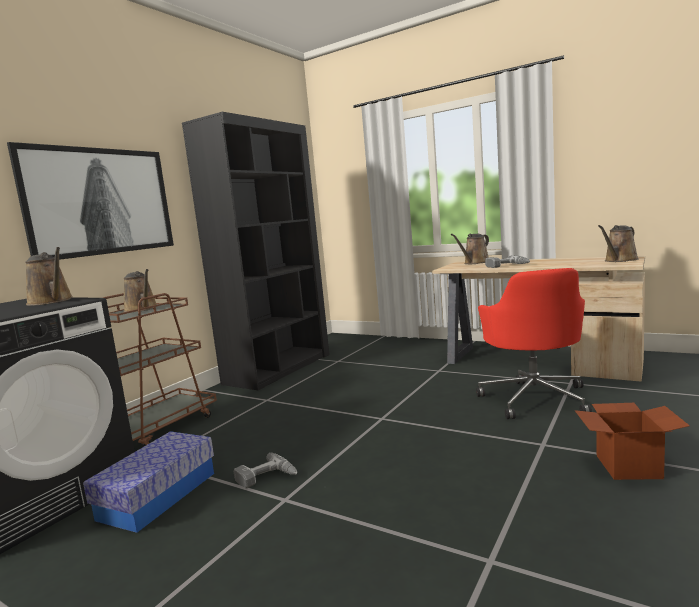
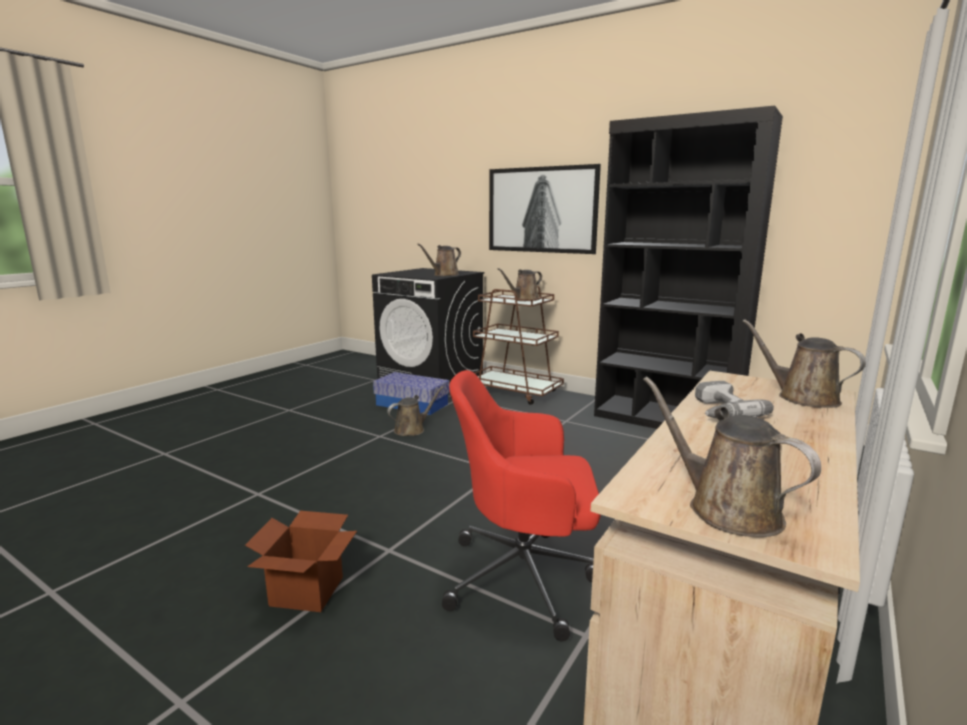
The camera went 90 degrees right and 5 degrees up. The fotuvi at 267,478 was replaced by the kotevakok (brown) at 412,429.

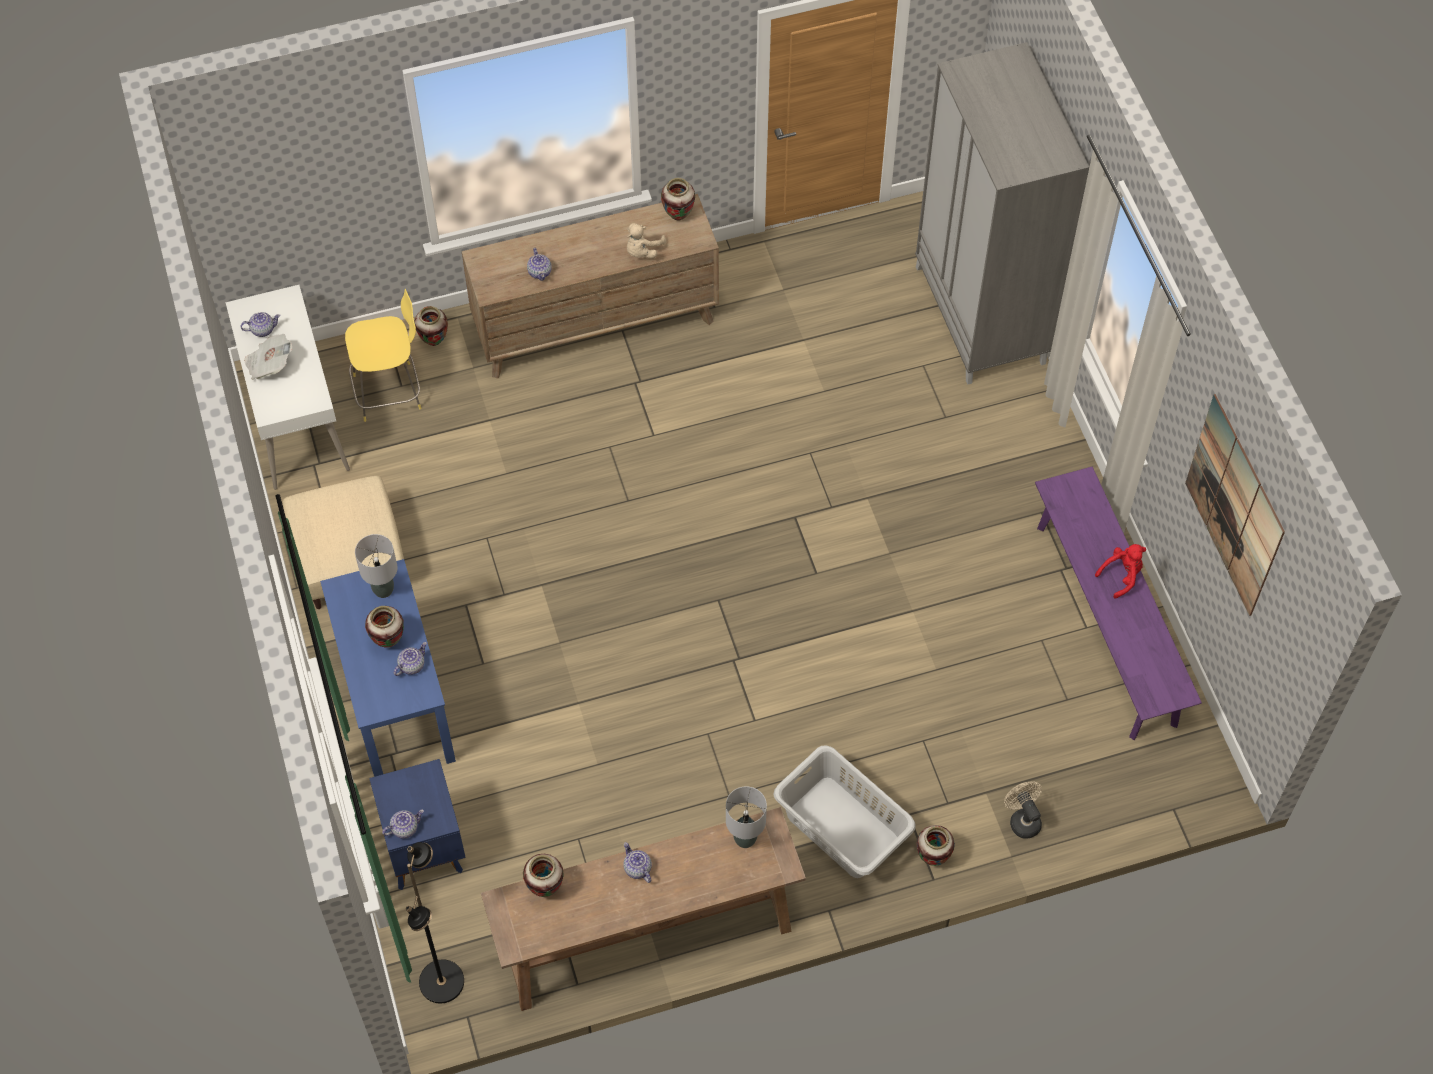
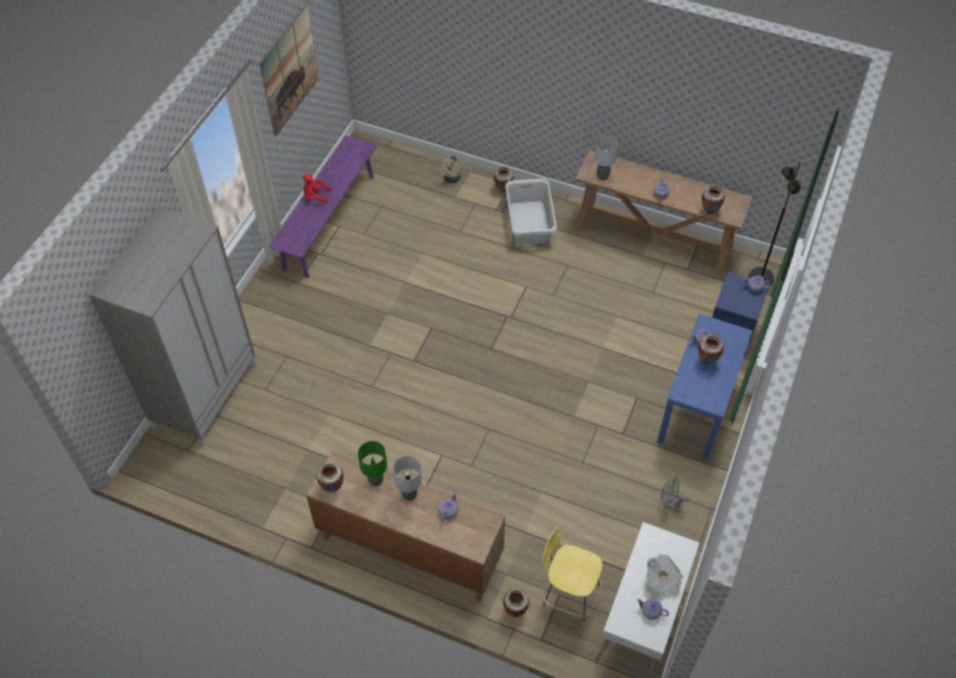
The camera went 140 degrees left and 5 degrees down. The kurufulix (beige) at 642,251 was replaced by the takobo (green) at 376,480. The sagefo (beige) at 349,559 was replaced by the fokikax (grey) at 670,504. The takobo (grey) moved from 383,589 to 409,495.

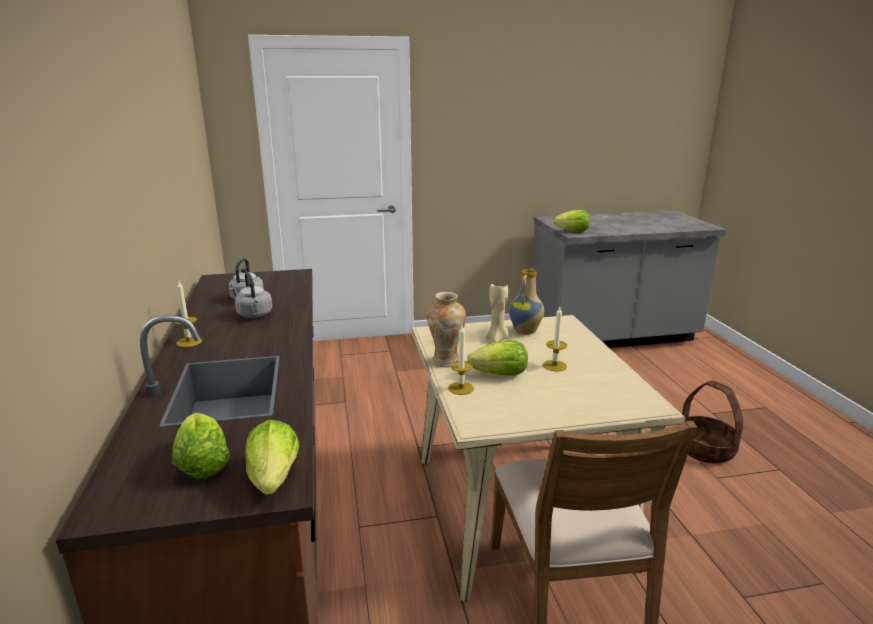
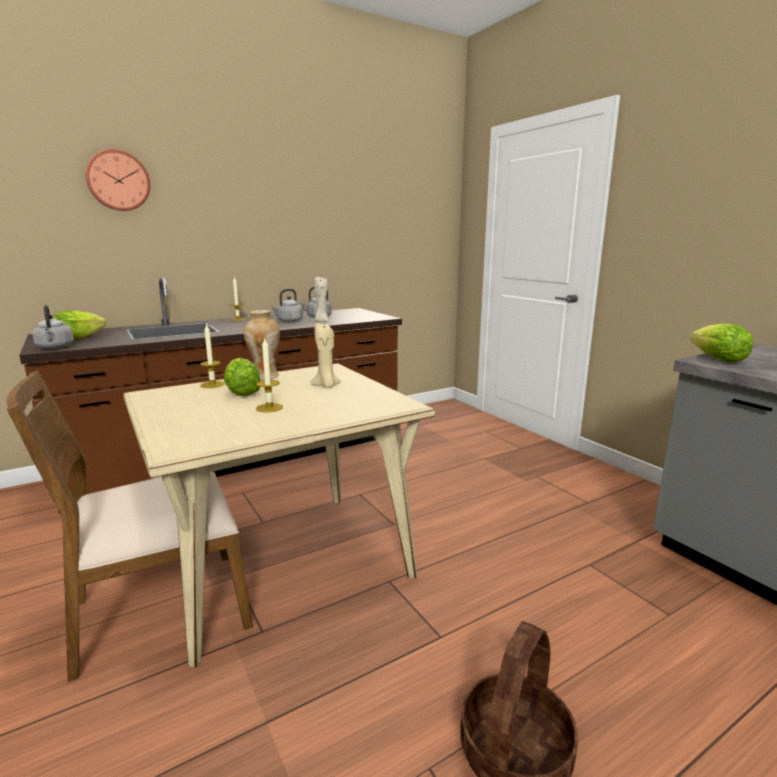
The camera went 70 degrees right and 5 degrees down. The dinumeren at 526,332 disappeared. The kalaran at 274,478 was replaced by the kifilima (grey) at 55,347. The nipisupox at 118,181 appeared. The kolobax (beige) at 321,321 appeared.

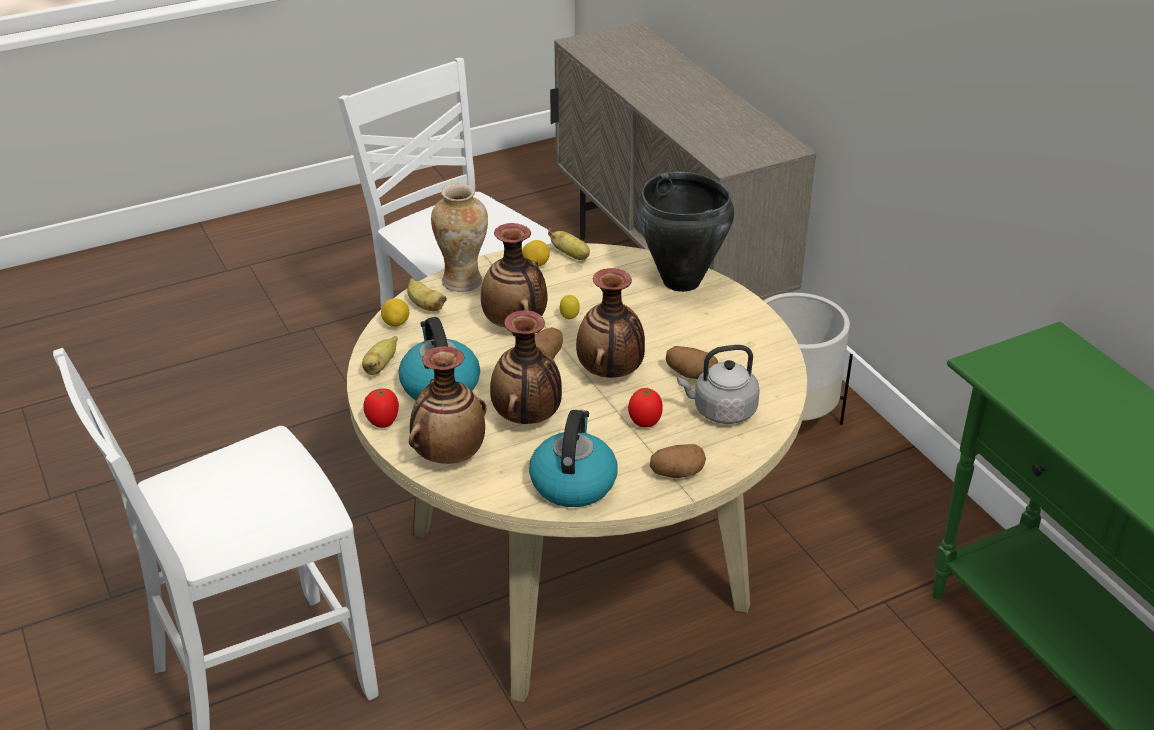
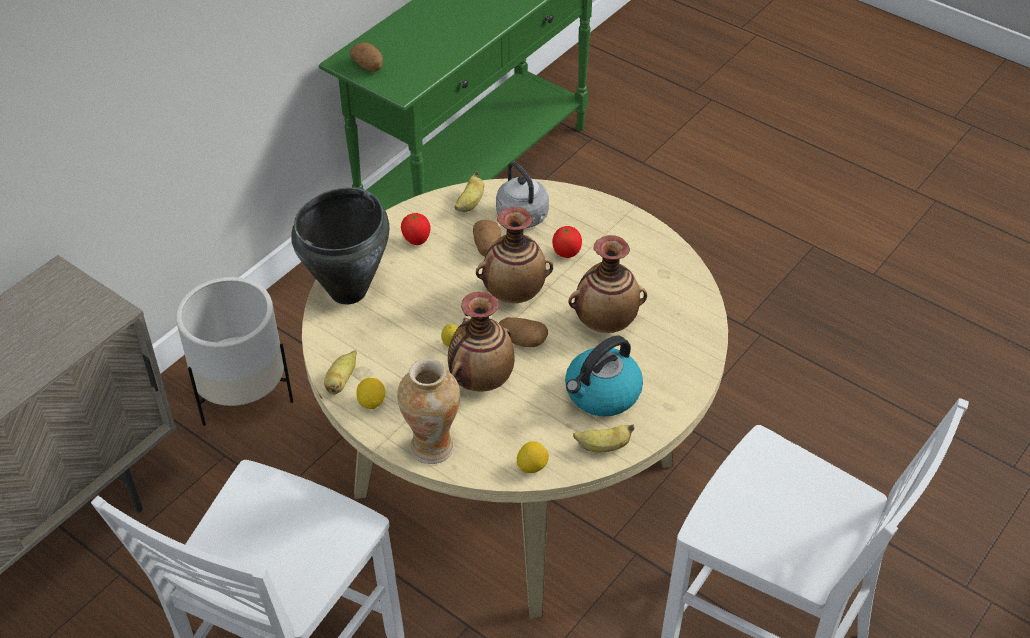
The camera went 115 degrees left and 10 degrees up. The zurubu moved from 425,306 to 470,204. The dinumeren at 449,455 disappeared. The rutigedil moved from 383,423 to 417,241. The kifilima at 573,482 disappeared. The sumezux moved from 677,473 to 368,66.

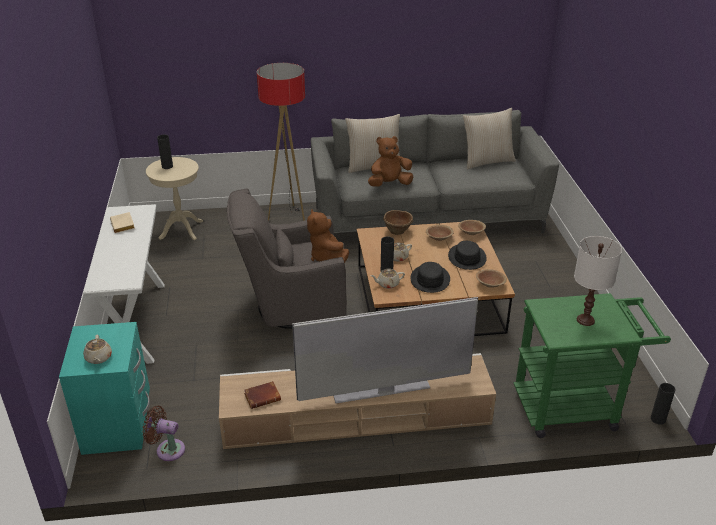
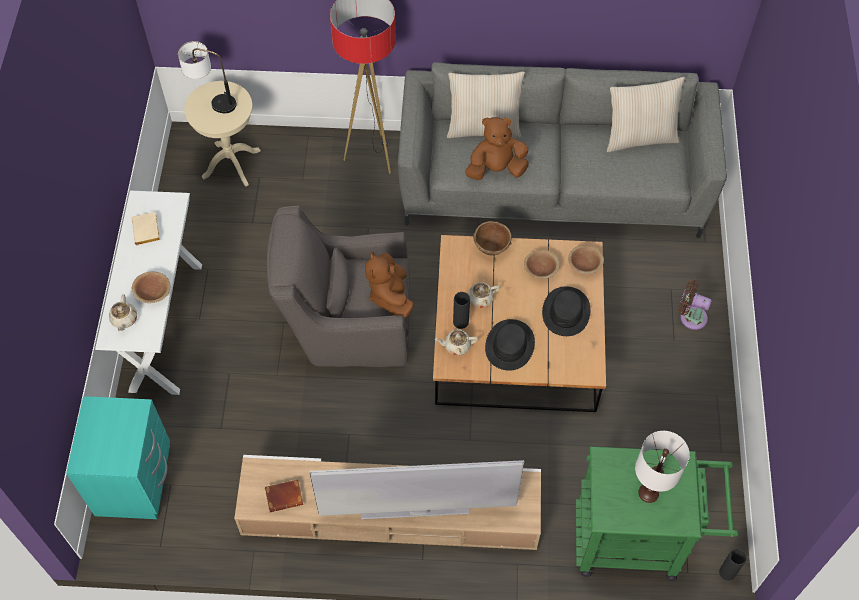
The camera went 10 degrees right and 25 degrees up. The dinumeren (black) at 167,166 was replaced by the takobo at 212,101. The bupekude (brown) moved from 490,284 to 153,292. The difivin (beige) moved from 98,358 to 124,319. The fokikax (brown) moved from 167,449 to 690,316.

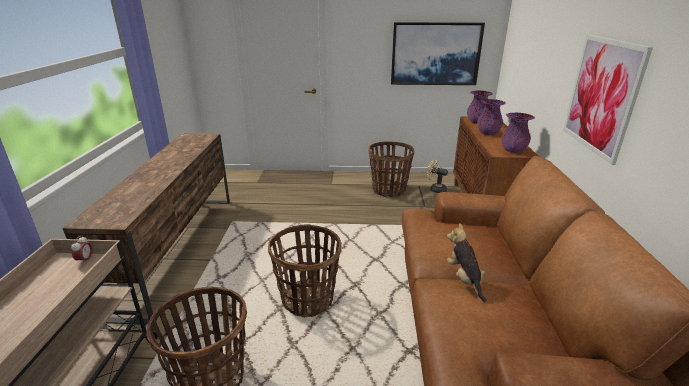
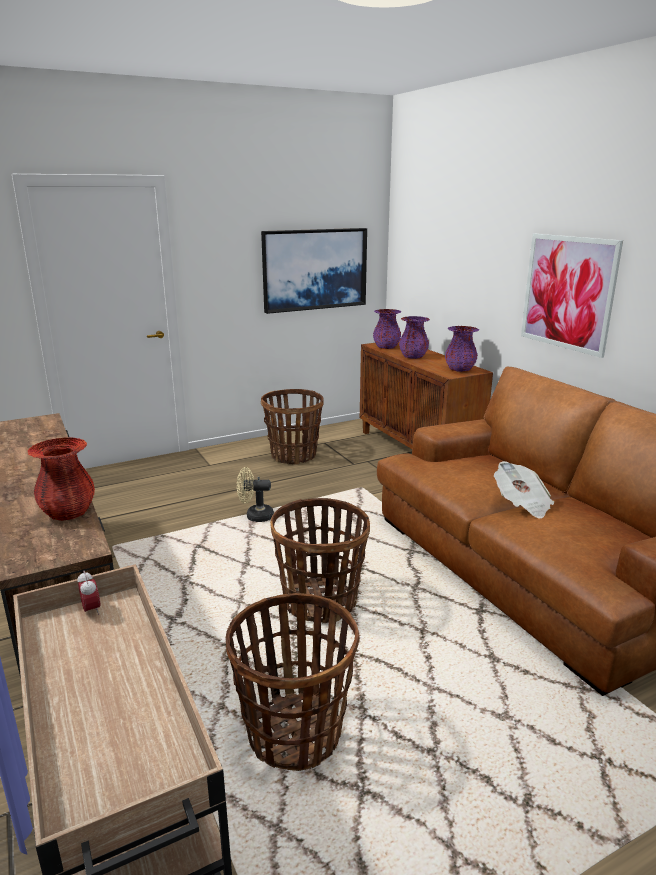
The camera went 30 degrees left and 5 degrees down. The fokikax (beige) moved from 435,189 to 255,516. The kurufulix at 464,279 was replaced by the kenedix at 522,504. The dinumeren (red) at 68,512 appeared.

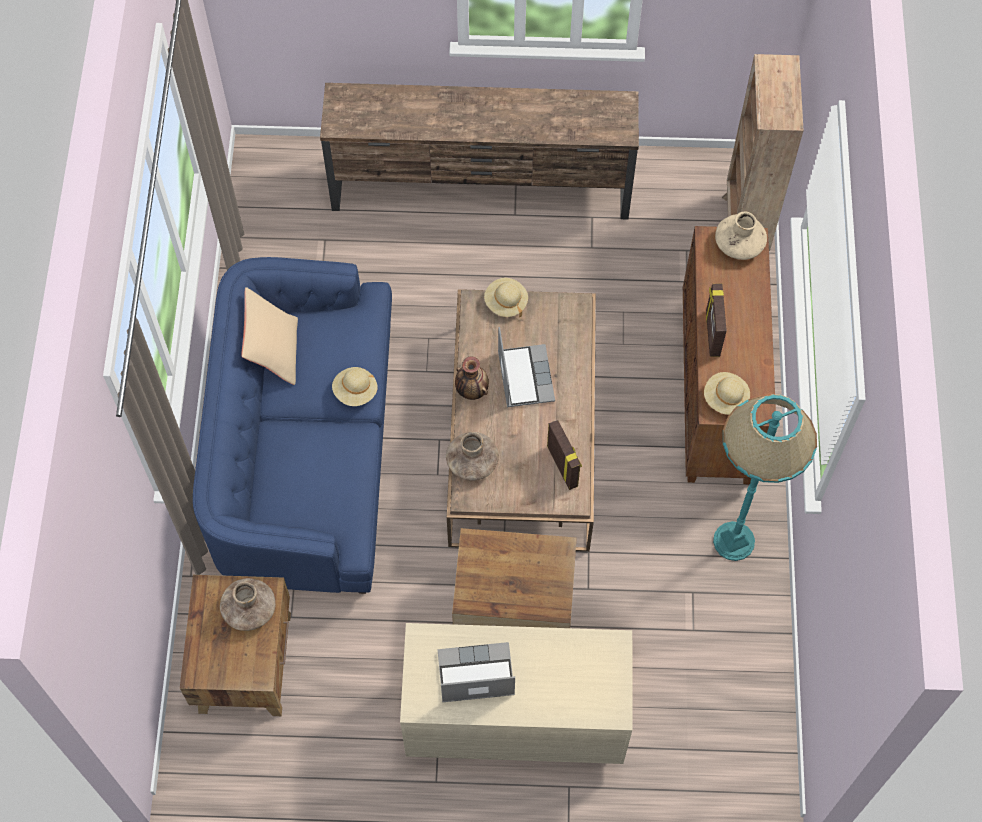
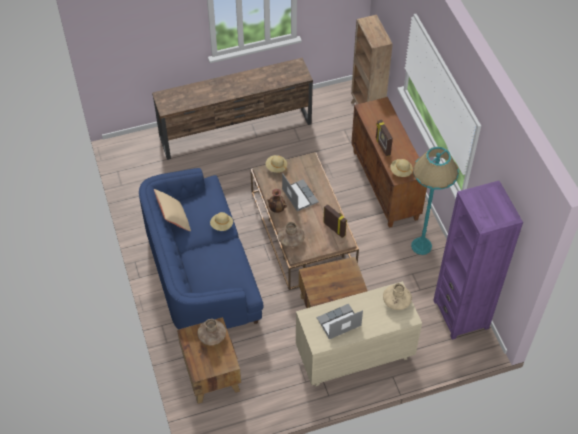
The camera went 20 degrees left and 10 degrees down. The dinumeren (beige) moved from 739,244 to 396,301. The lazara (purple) at 461,314 appeared.

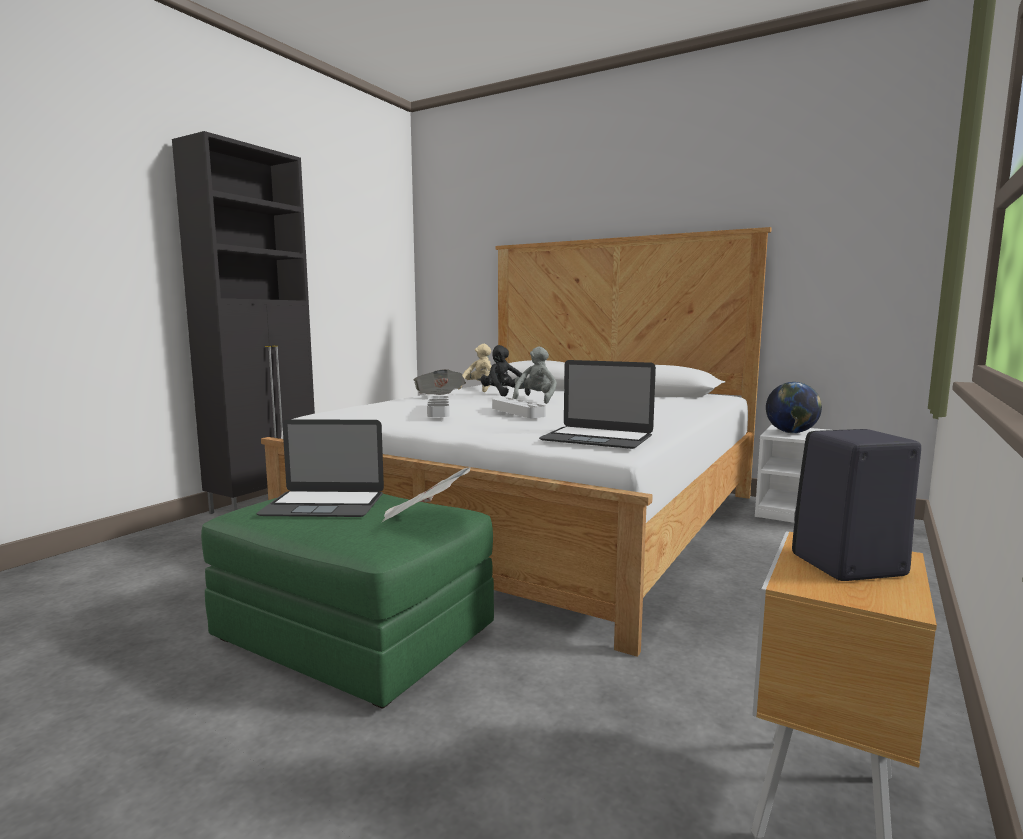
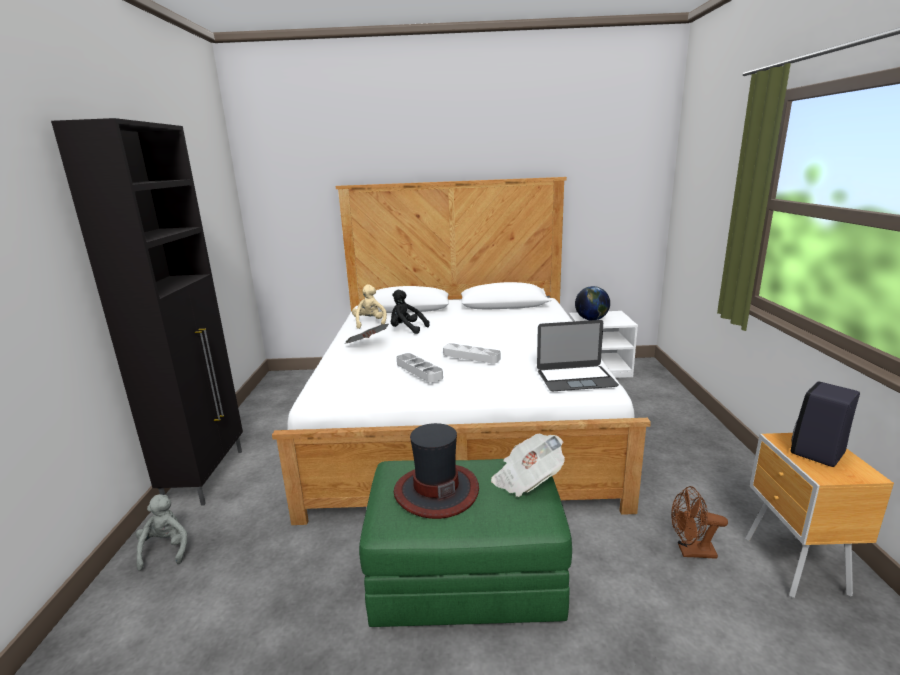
The camera went 30 degrees left and 10 degrees up. The kurufulix (grey) moved from 535,400 to 166,549. The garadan at 324,504 was replaced by the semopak at 436,491. The fokikax (brown) at 690,551 appeared.

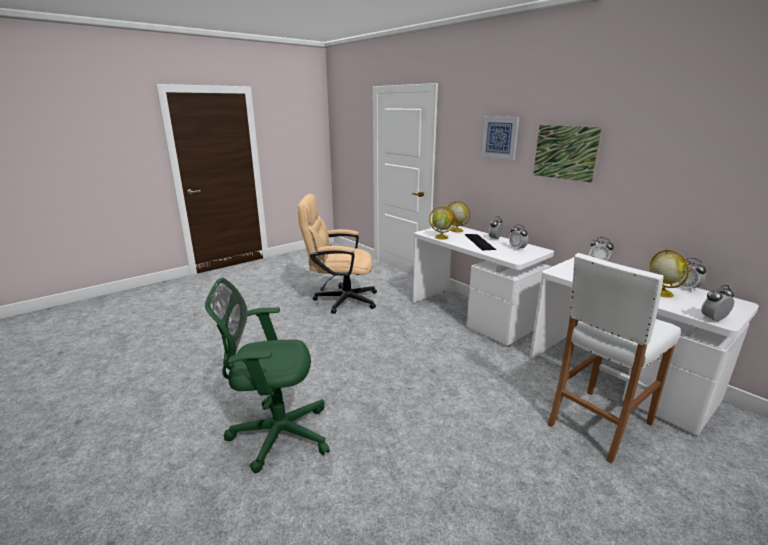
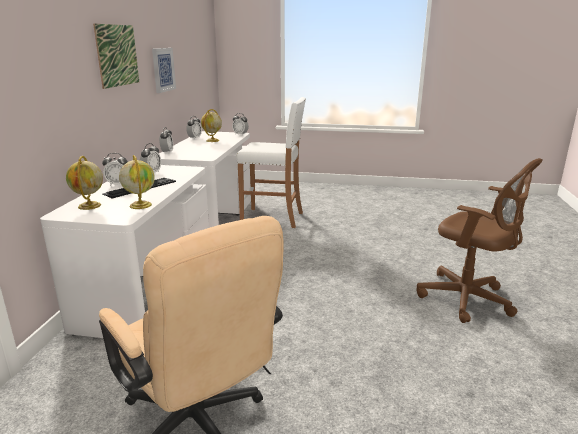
The camera went 130 degrees left and 0 degrees up. The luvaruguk moved from 499,137 to 163,69. The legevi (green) at 275,434 became the legevi (brown) at 468,300.

